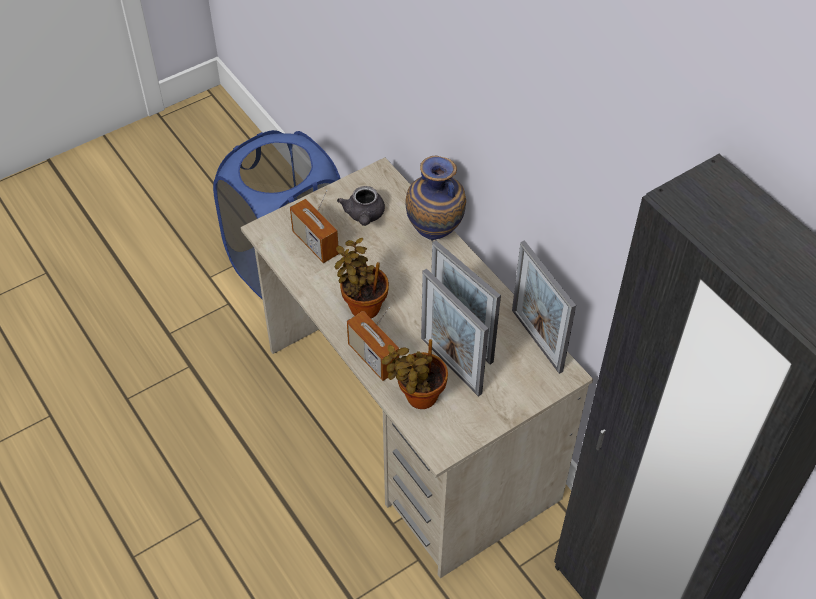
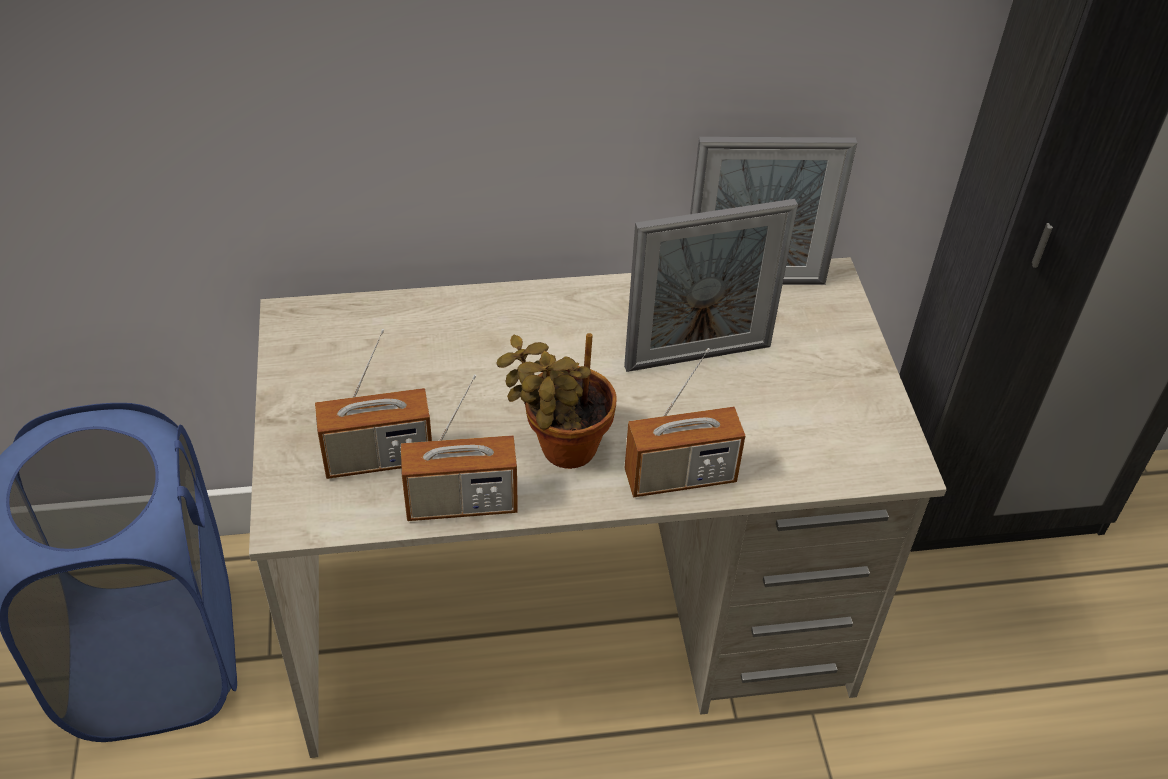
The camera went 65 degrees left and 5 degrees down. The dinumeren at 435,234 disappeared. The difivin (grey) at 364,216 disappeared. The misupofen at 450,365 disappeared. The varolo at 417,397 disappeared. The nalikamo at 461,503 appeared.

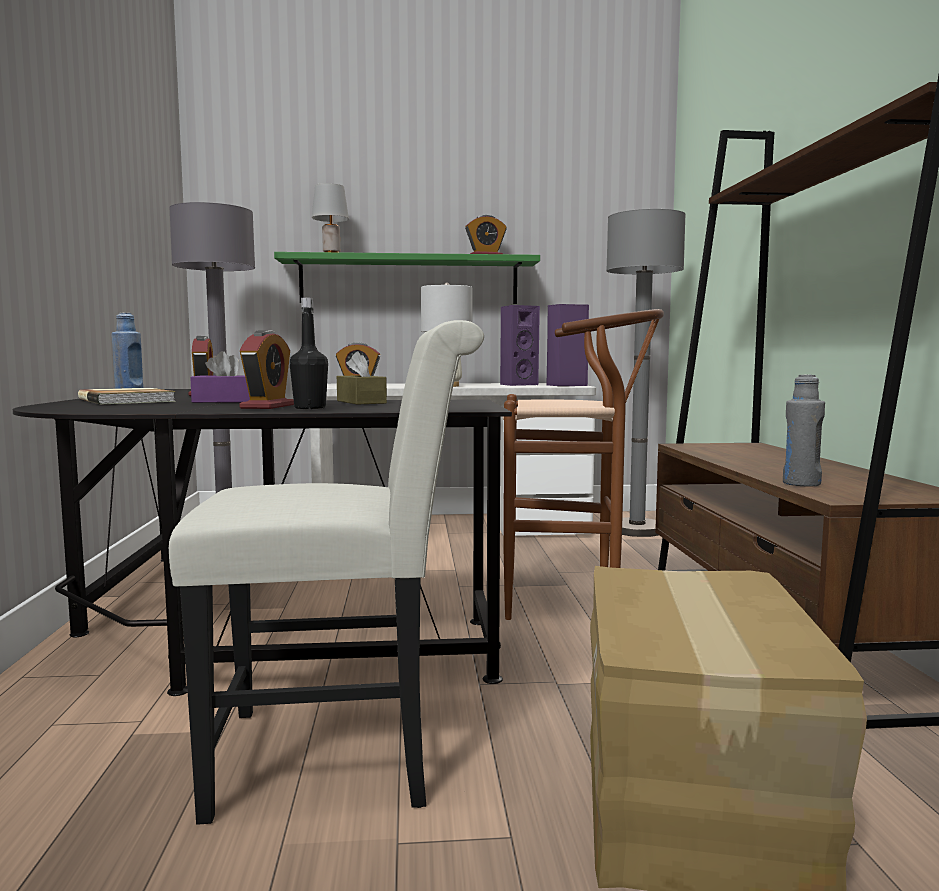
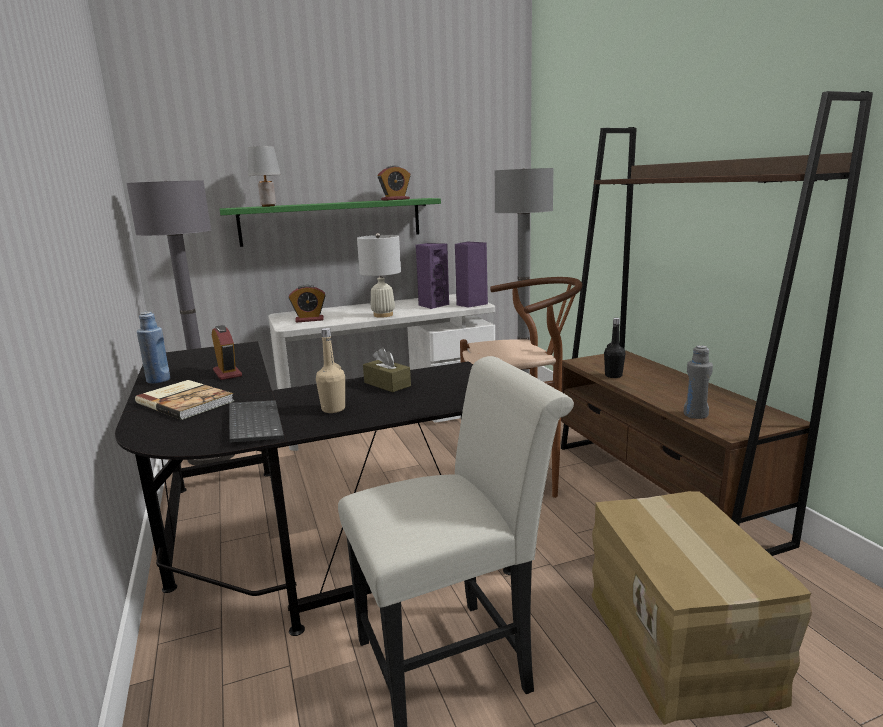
The camera went 15 degrees left and 10 degrees up. The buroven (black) moved from 310,408 to 613,375. The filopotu at 268,406 was replaced by the buroven (beige) at 333,409. The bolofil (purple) at 225,401 disappeared. The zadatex at 253,423 appeared.

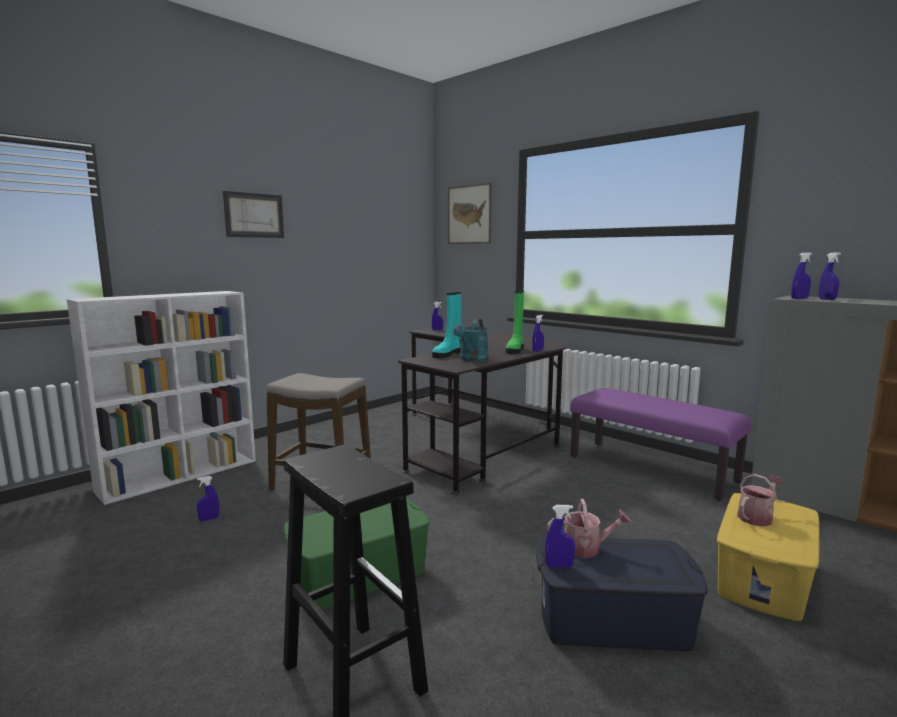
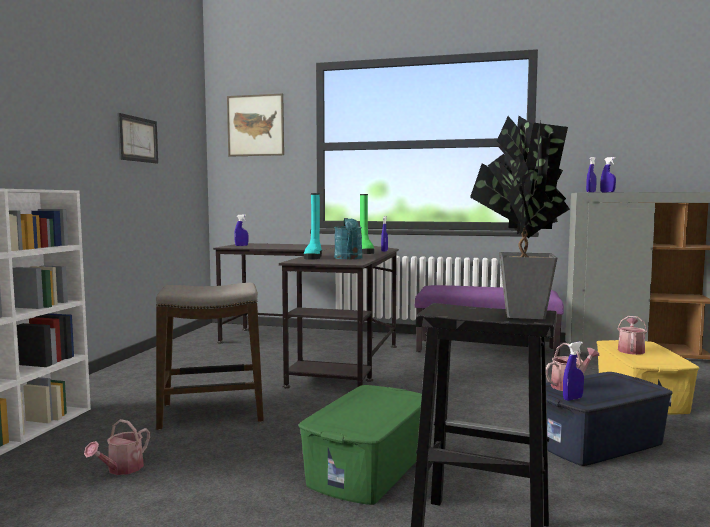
The camera went 30 degrees left and 5 degrees down. The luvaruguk moved from 254,215 to 138,139. The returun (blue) at 209,519 was replaced by the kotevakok at 121,469. The varolo at 520,316 appeared.

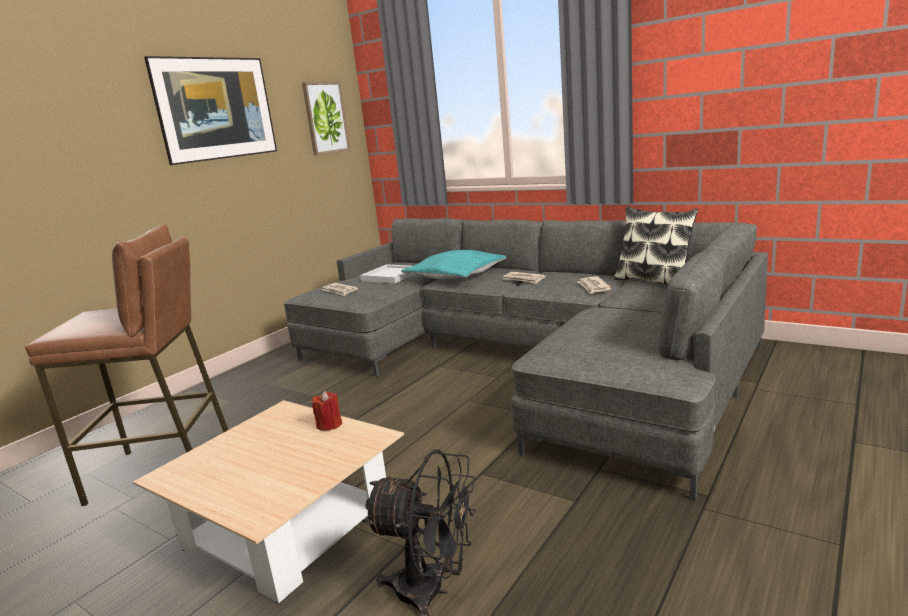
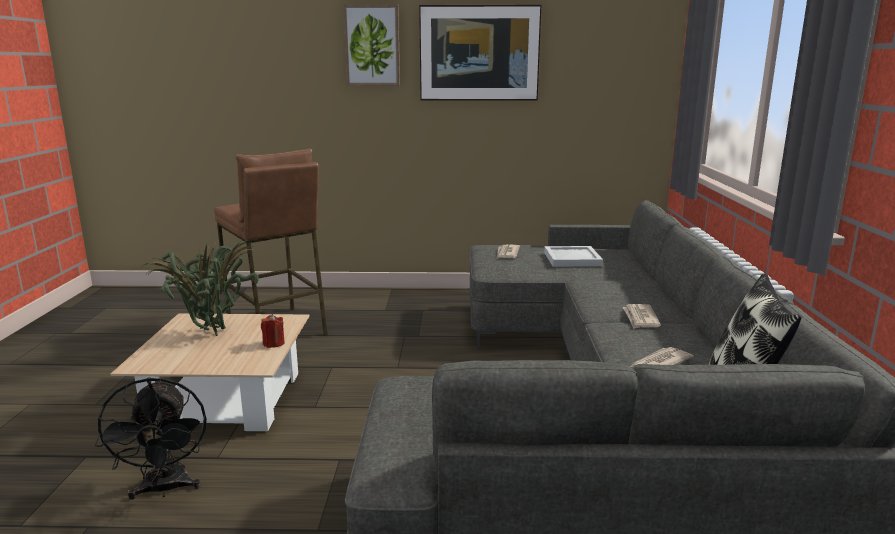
The camera went 55 degrees right and 0 degrees up. The luvaruguk moved from 325,118 to 372,45. The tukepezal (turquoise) at 456,275 disappeared. The varolo at 210,335 appeared.

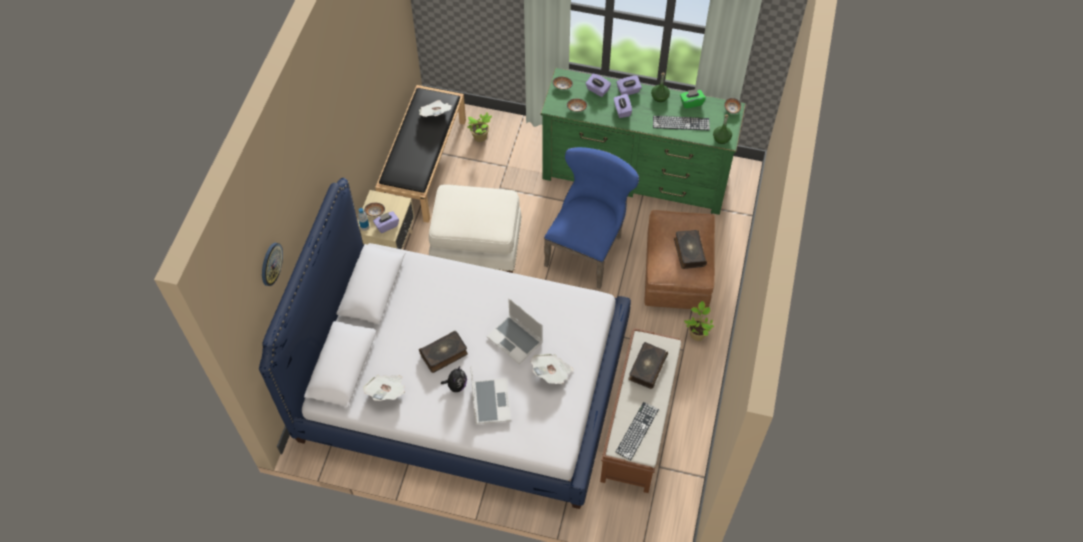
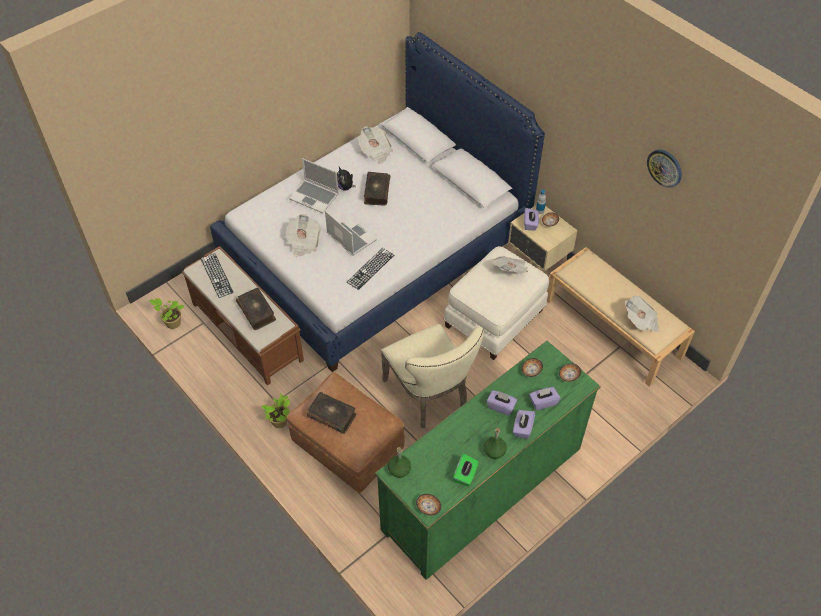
The camera went 125 degrees right and 5 degrees down. The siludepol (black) at 424,164 became the siludepol (beige) at 614,328. The varolo moved from 480,137 to 172,323. The zadatex moved from 681,123 to 370,268. The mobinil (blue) at 588,248 became the mobinil (beige) at 430,396. The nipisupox moved from 271,264 to 665,167. The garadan at 515,340 turned 60 degrees clockwise. The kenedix at 510,270 appeared.

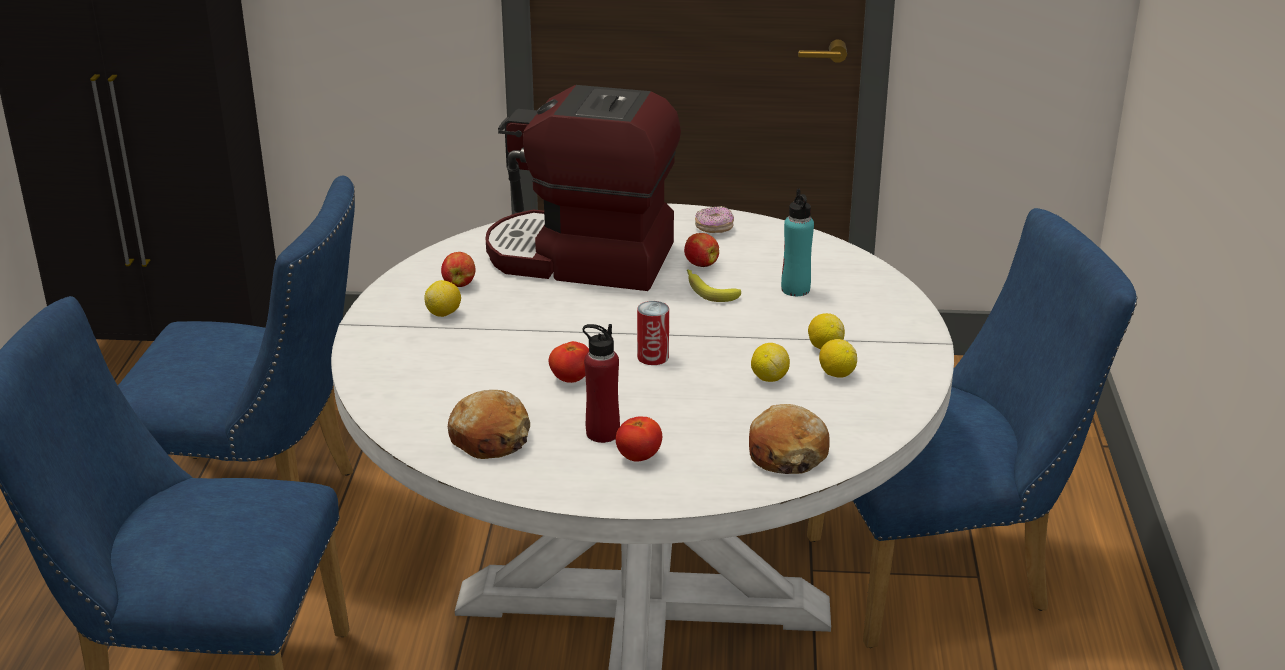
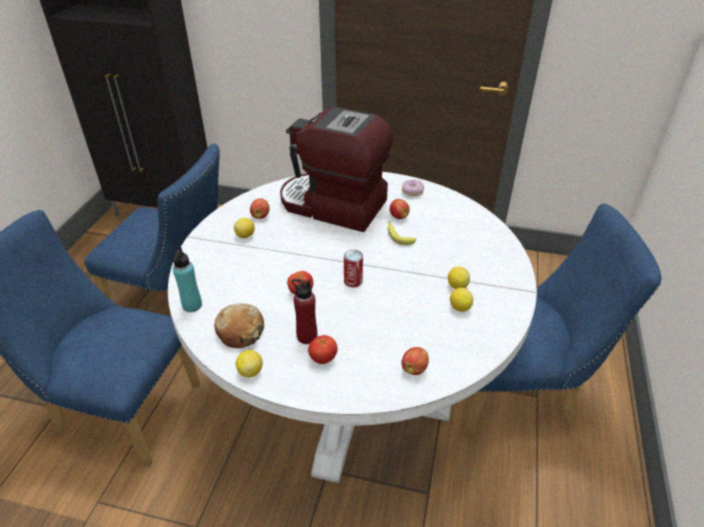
The camera went 10 degrees right and 10 degrees up. The buroven (turquoise) moved from 795,289 to 192,305. The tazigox moved from 769,378 to 250,371. The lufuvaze at 786,453 was replaced by the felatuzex at 414,368.

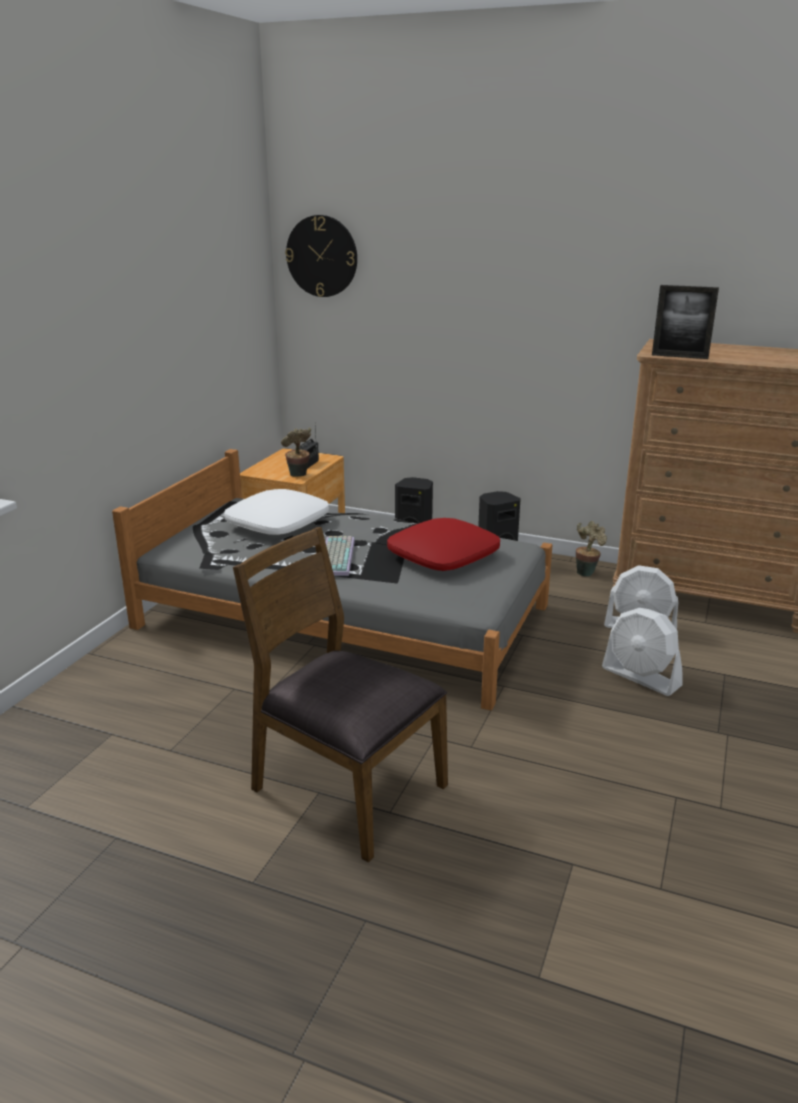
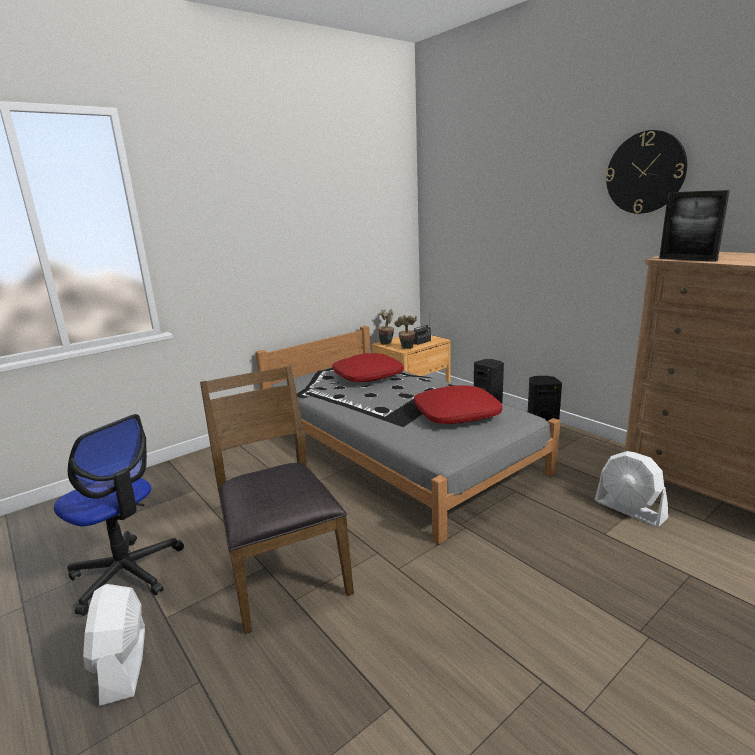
The camera went 30 degrees right and 5 degrees down. The nipisupox moved from 322,256 to 645,173. The tukepezal (white) at 277,523 became the tukepezal (red) at 368,376. The varolo moved from 586,572 to 387,343. The zadatex at 335,556 disappeared. The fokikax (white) moved from 641,677 to 124,664. The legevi at 127,573 appeared.

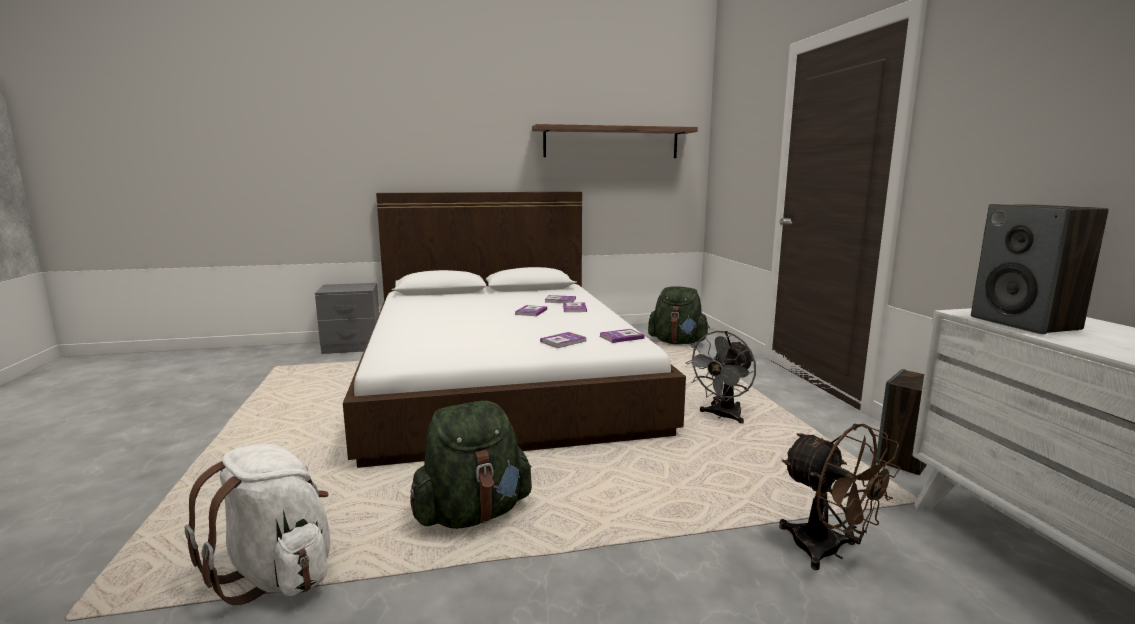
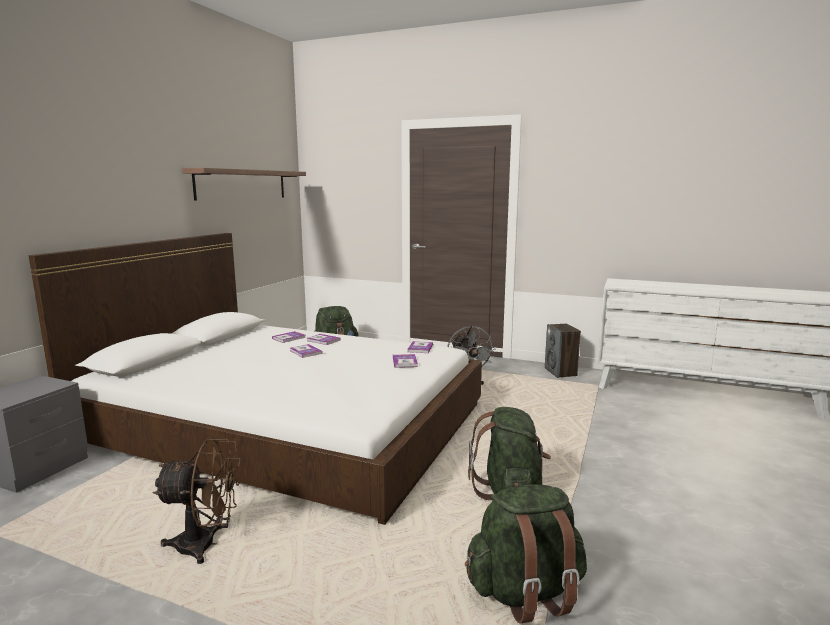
The camera went 55 degrees left and 0 degrees up. The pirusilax at 1025,323 disappeared. The fokikax (brown) moved from 828,552 to 206,545. The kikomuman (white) at 277,574 became the kikomuman (green) at 525,592.

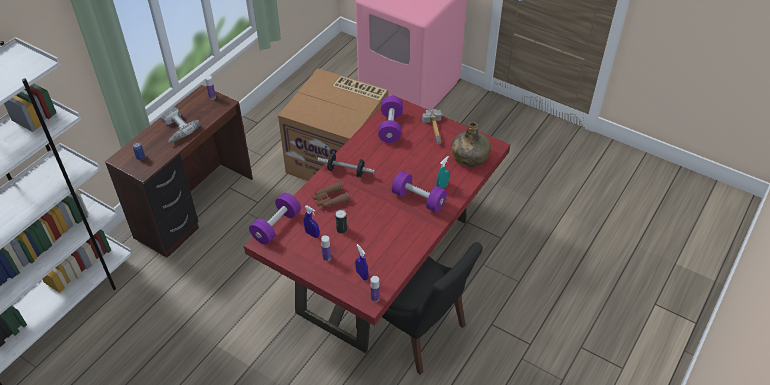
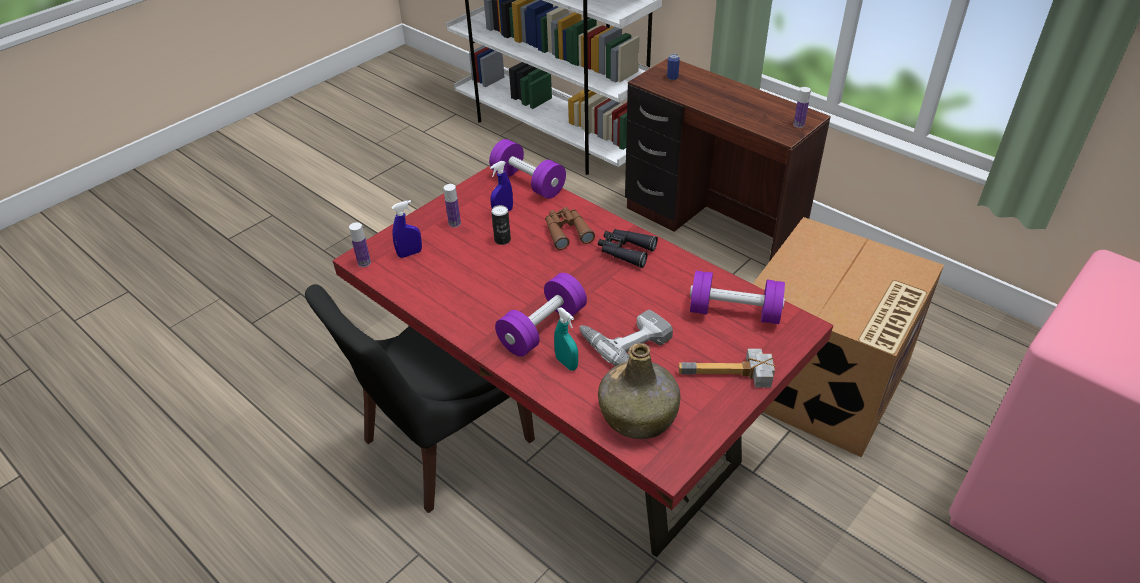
The camera went 100 degrees right and 5 degrees down. The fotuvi moved from 175,129 to 625,340. The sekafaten at 346,171 was replaced by the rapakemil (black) at 625,251.

